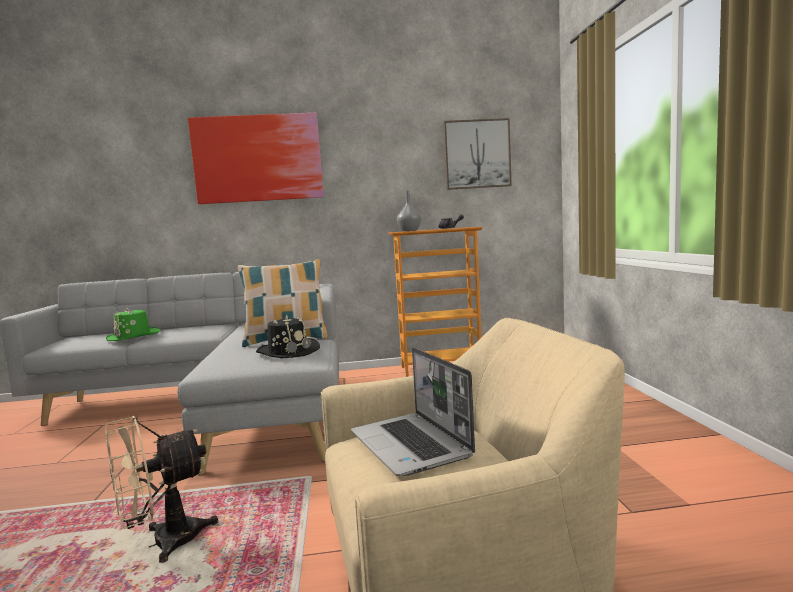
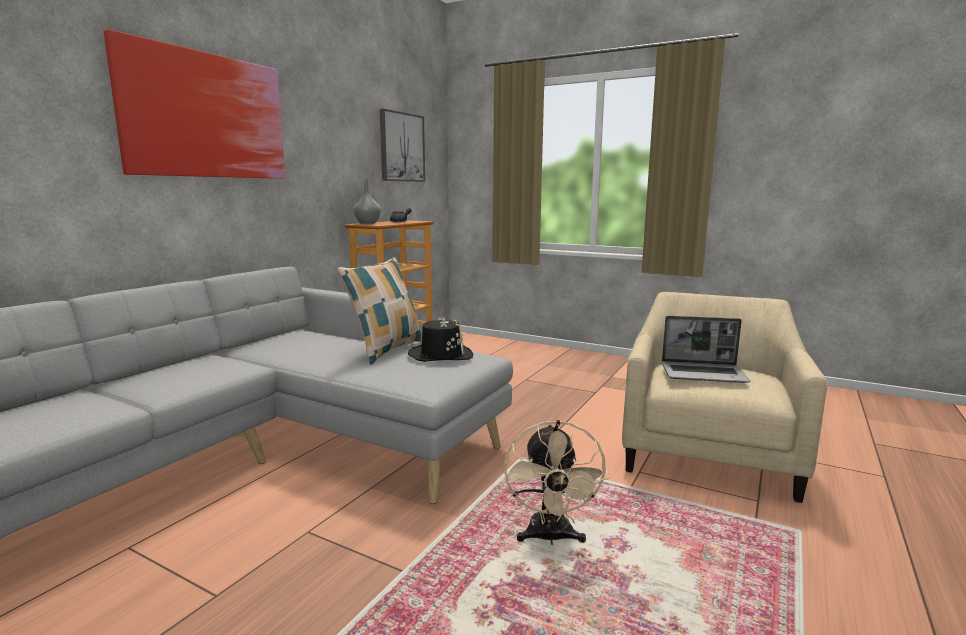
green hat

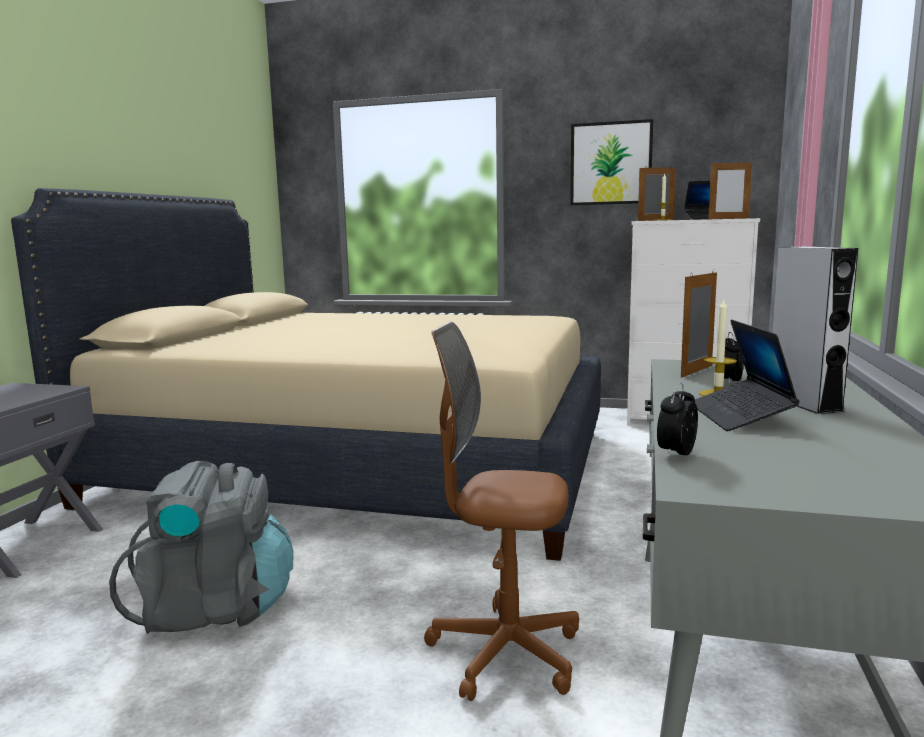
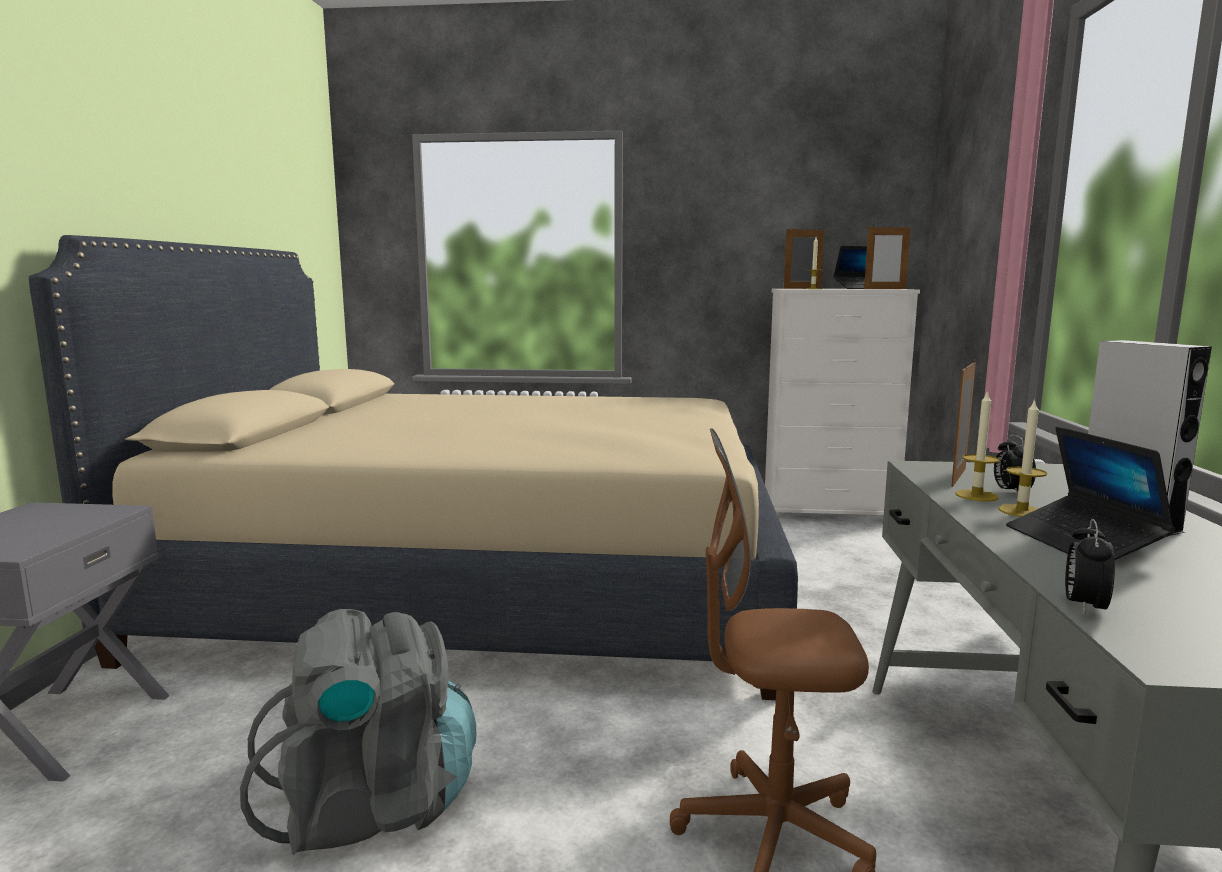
candle (no. 2 from left)
picture

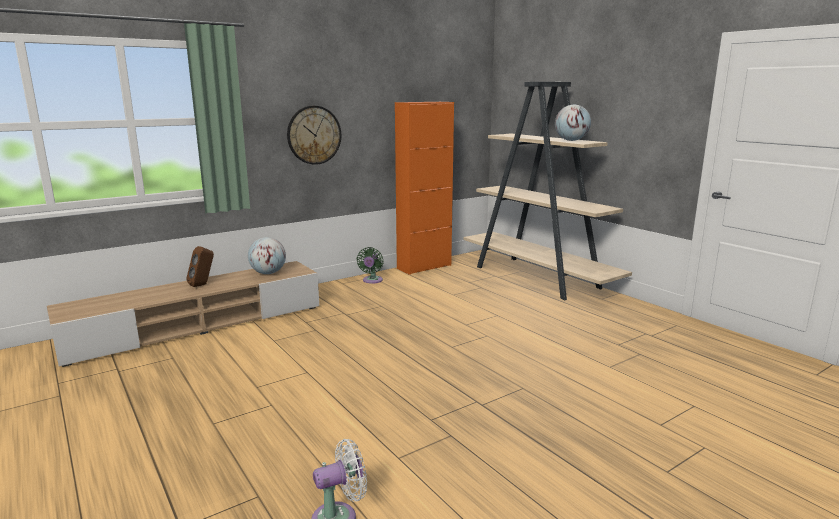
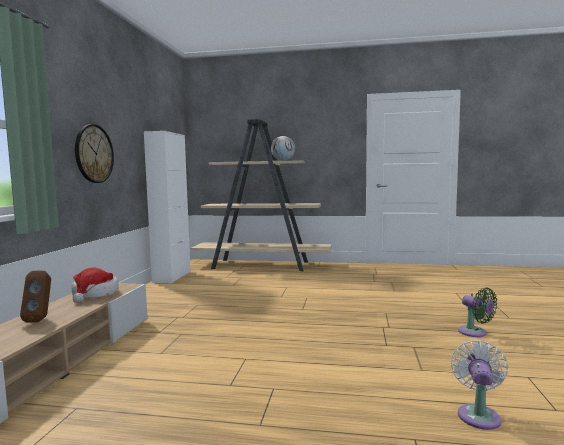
hat
white cabinet
green fan

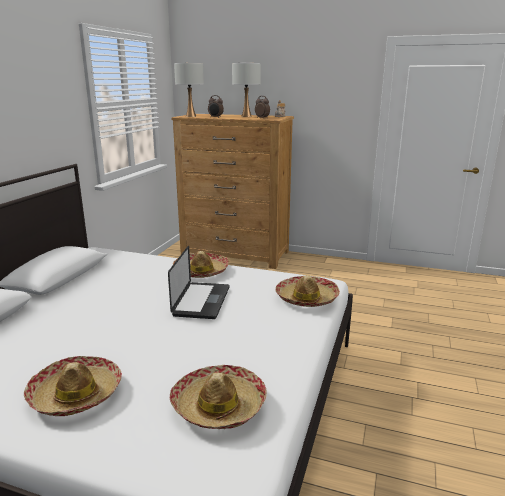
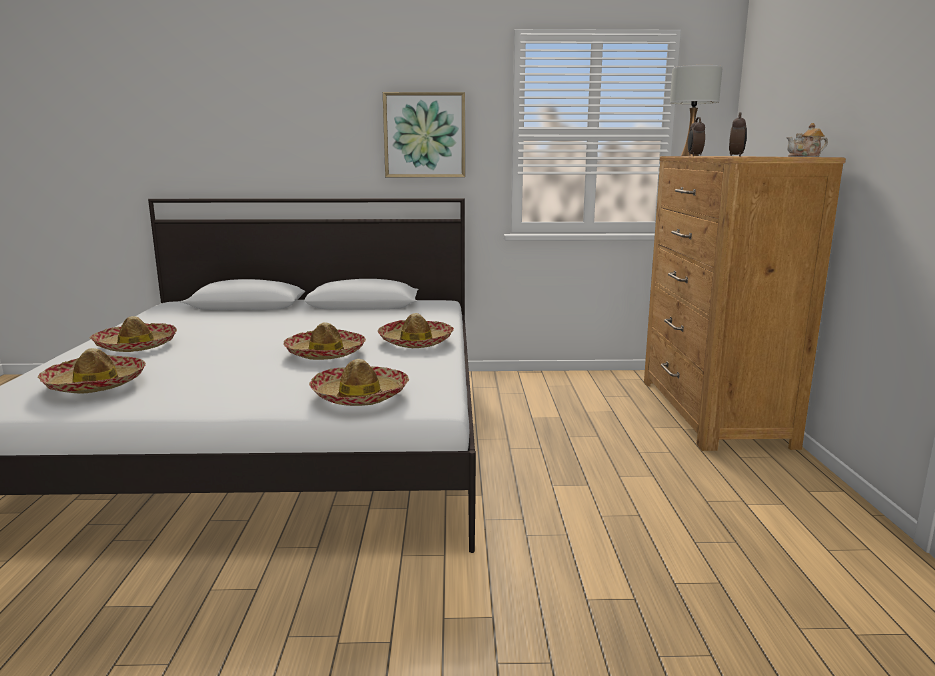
hat (no. 3 from left)
picture
white table lamp (no. 2 from left in the first image)

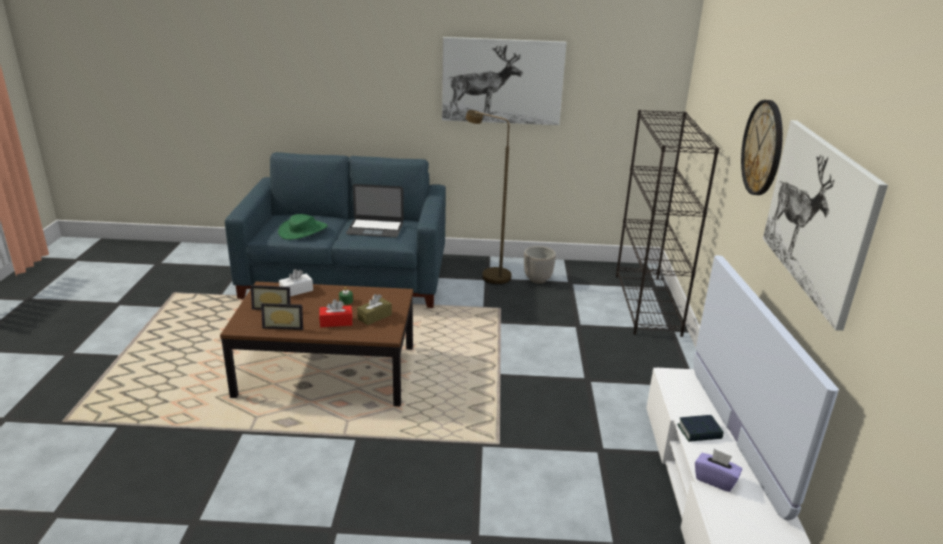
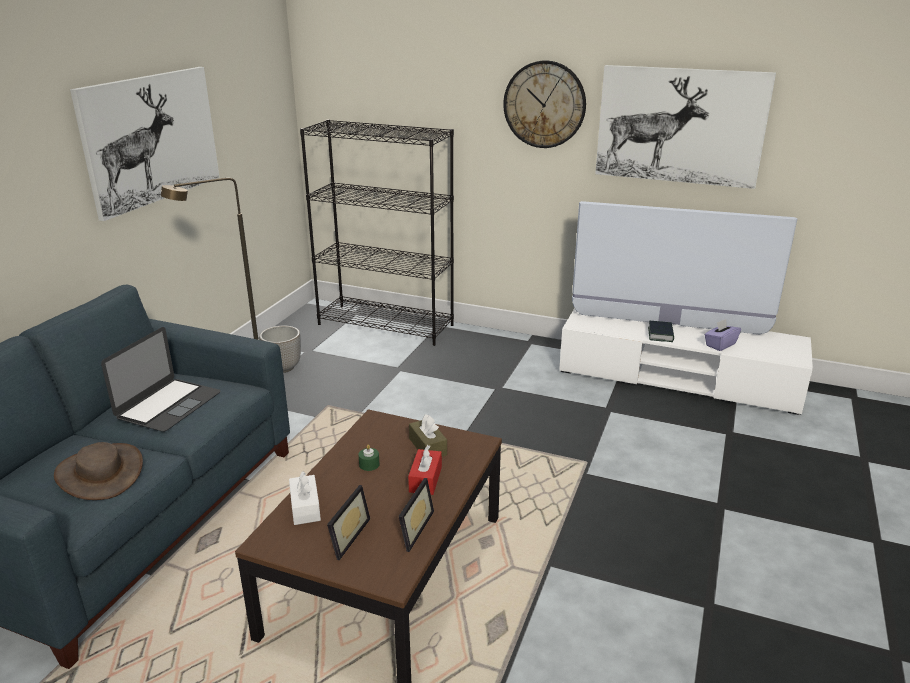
brown hat

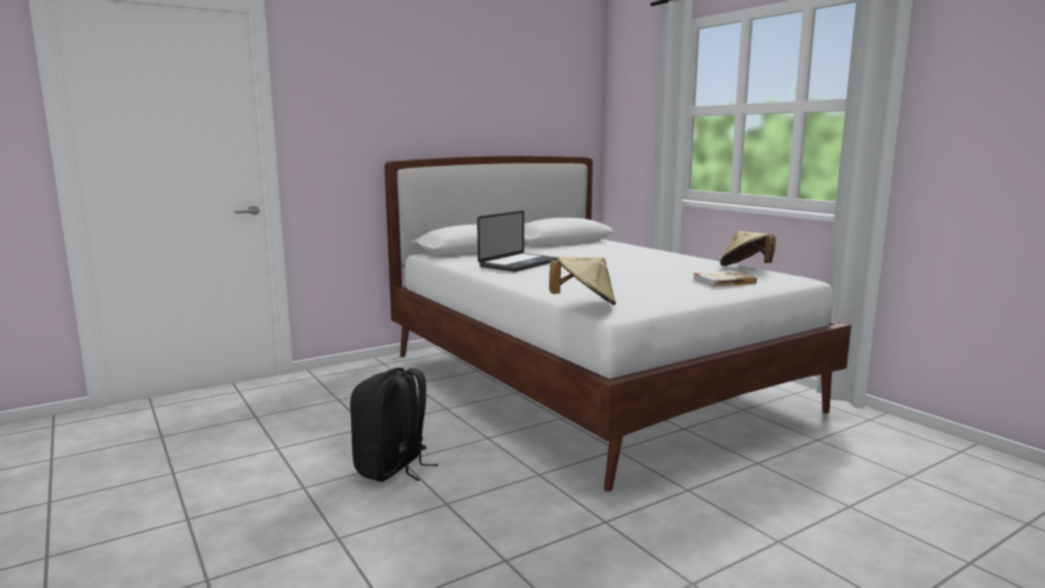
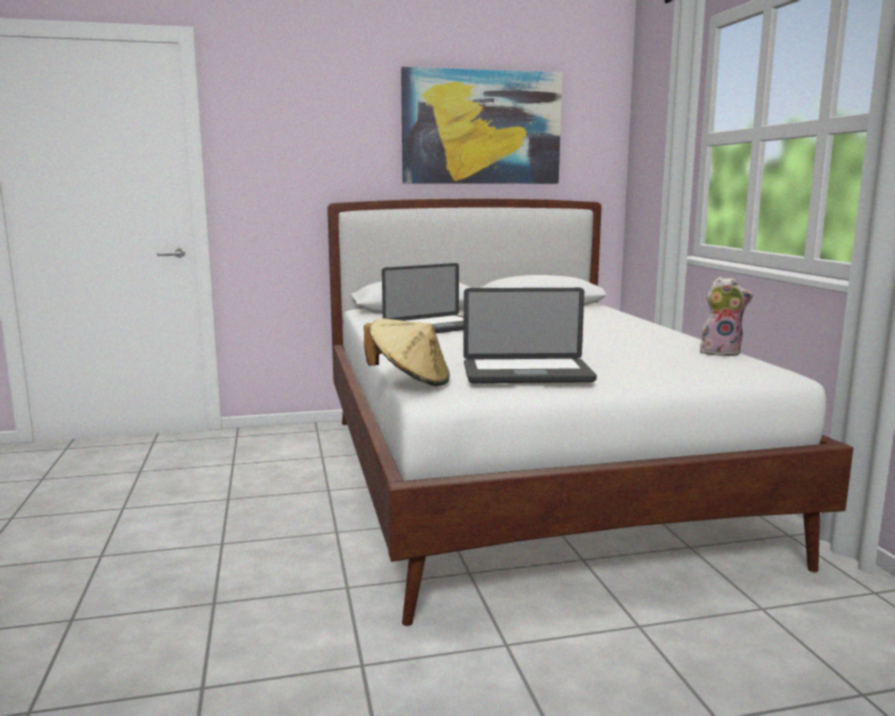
picture
laptop (no. 2 from left)
plush toy
black backpack
book

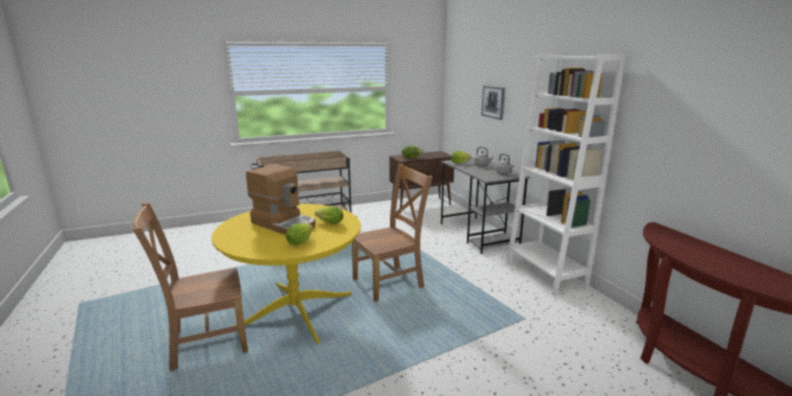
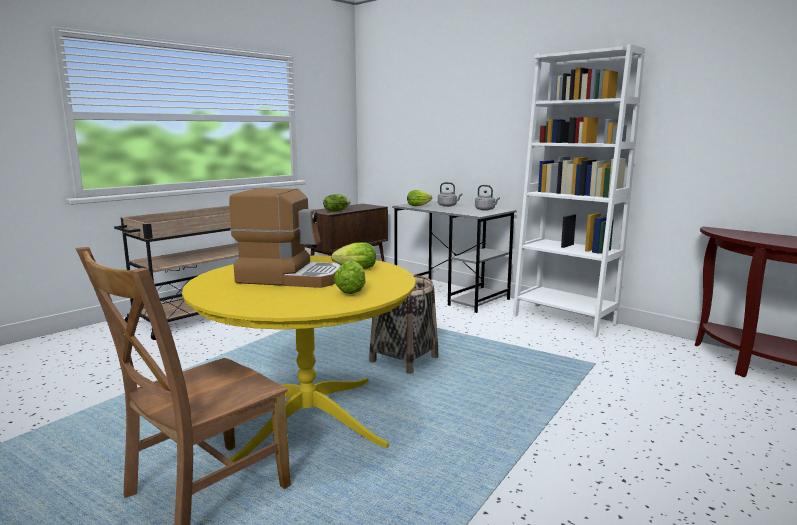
basket
picture

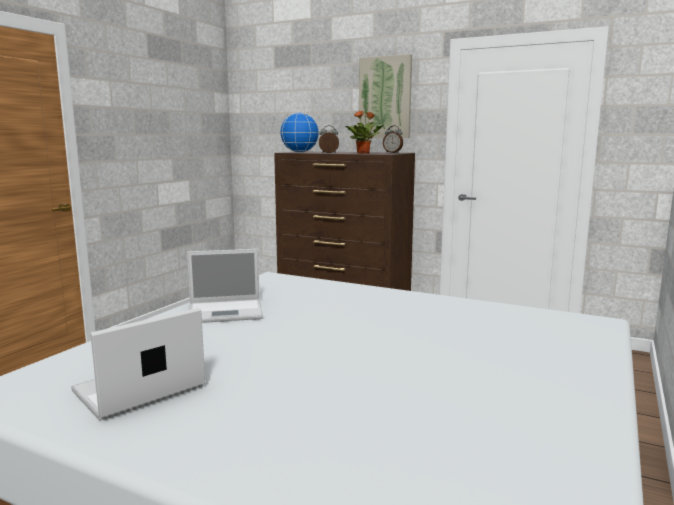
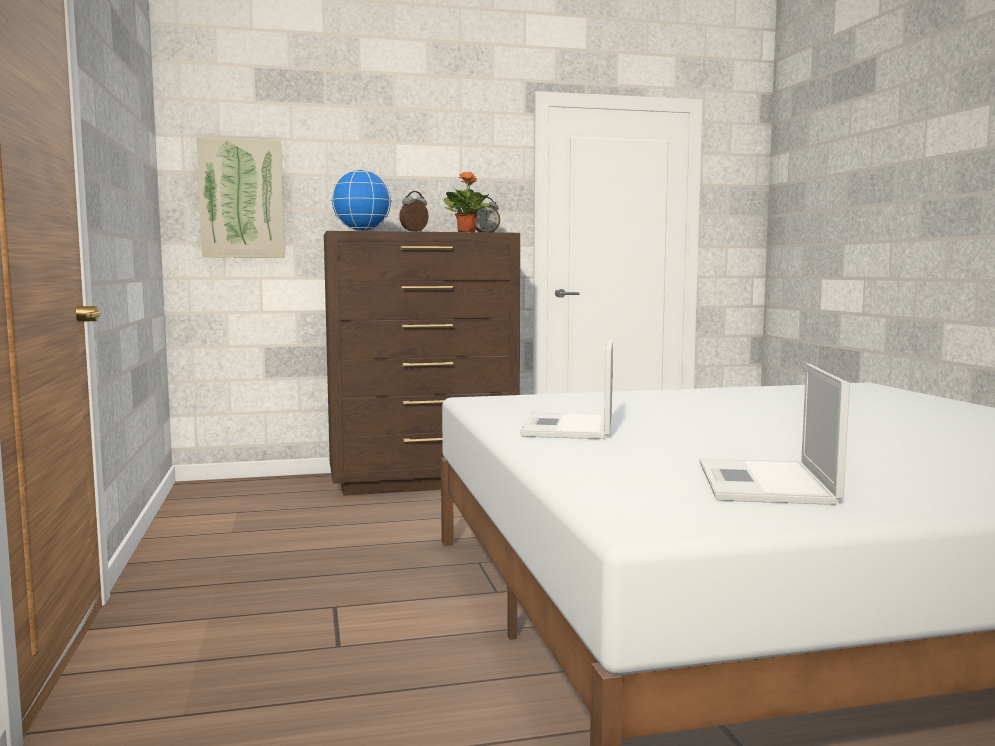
picture
laptop (no. 1 from left)

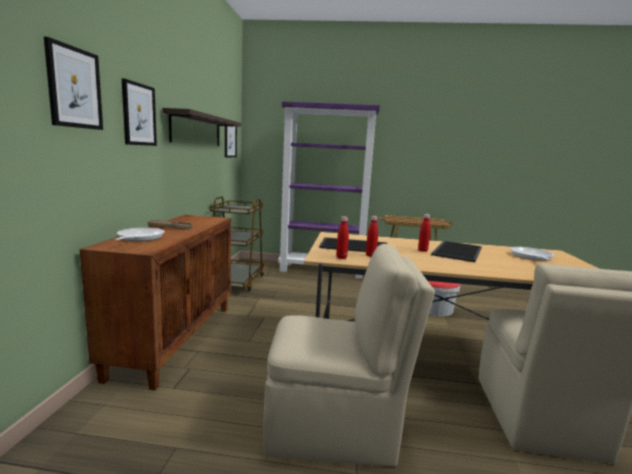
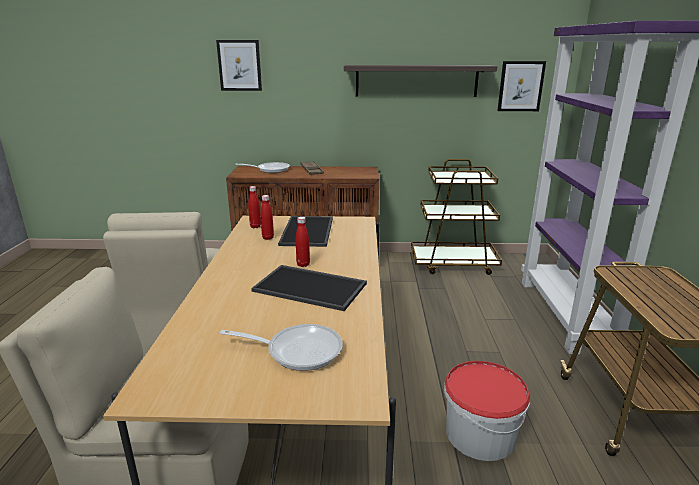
picture (no. 2 from left in the first image)

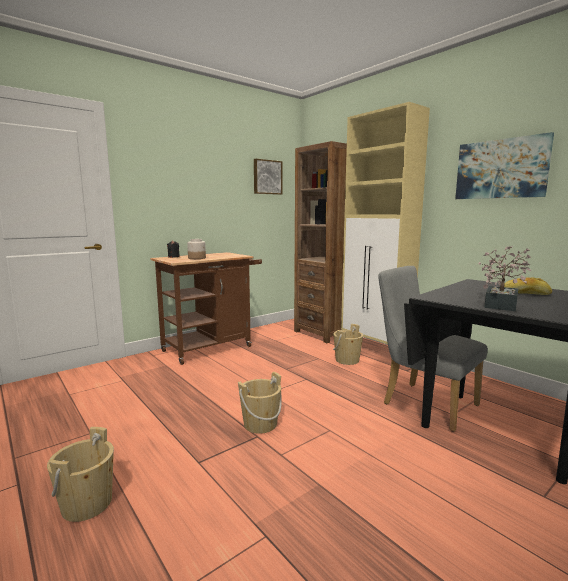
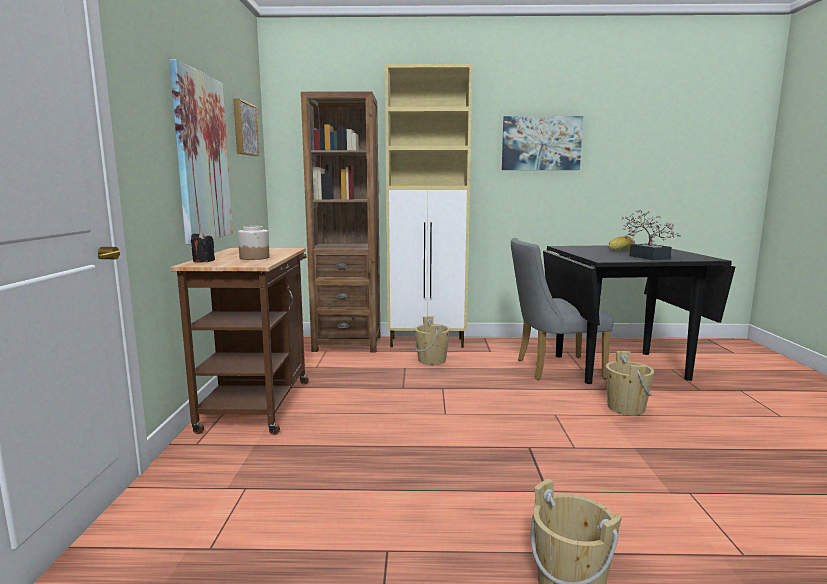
picture (no. 1 from left)
beige bucket (no. 3 from left)

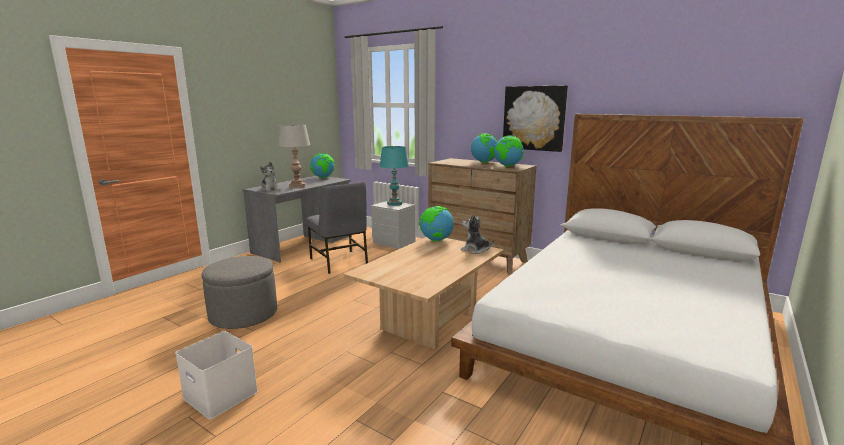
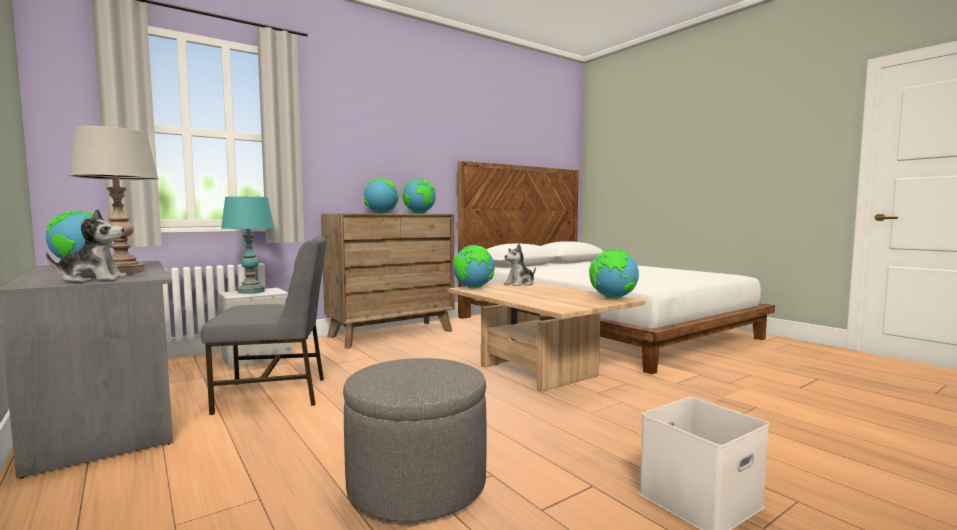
globe (no. 5 from left)
picture

